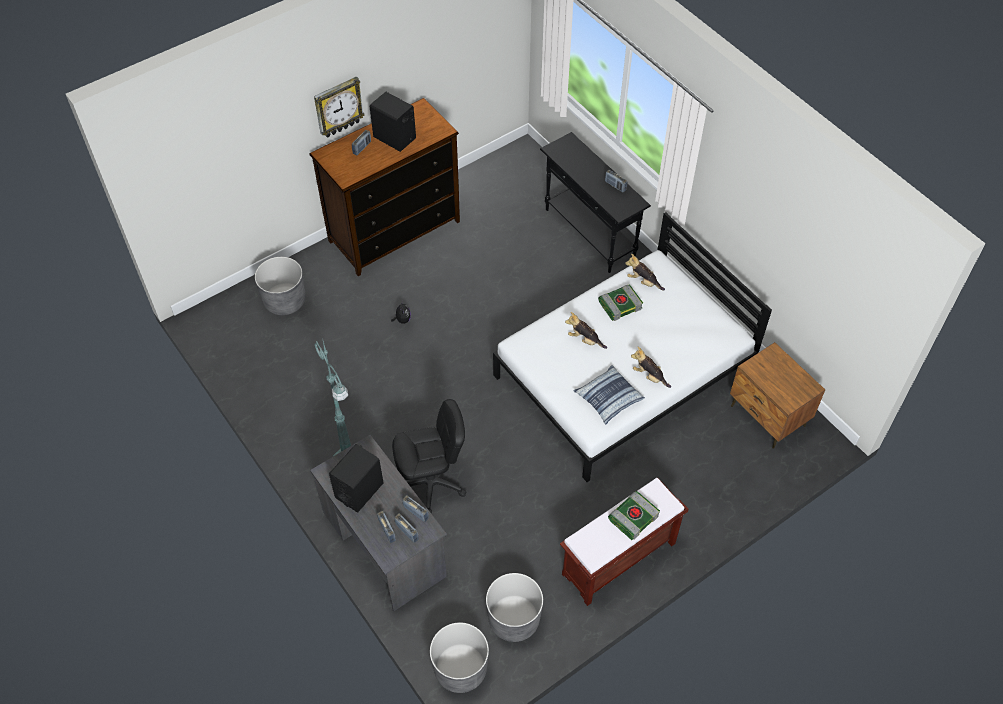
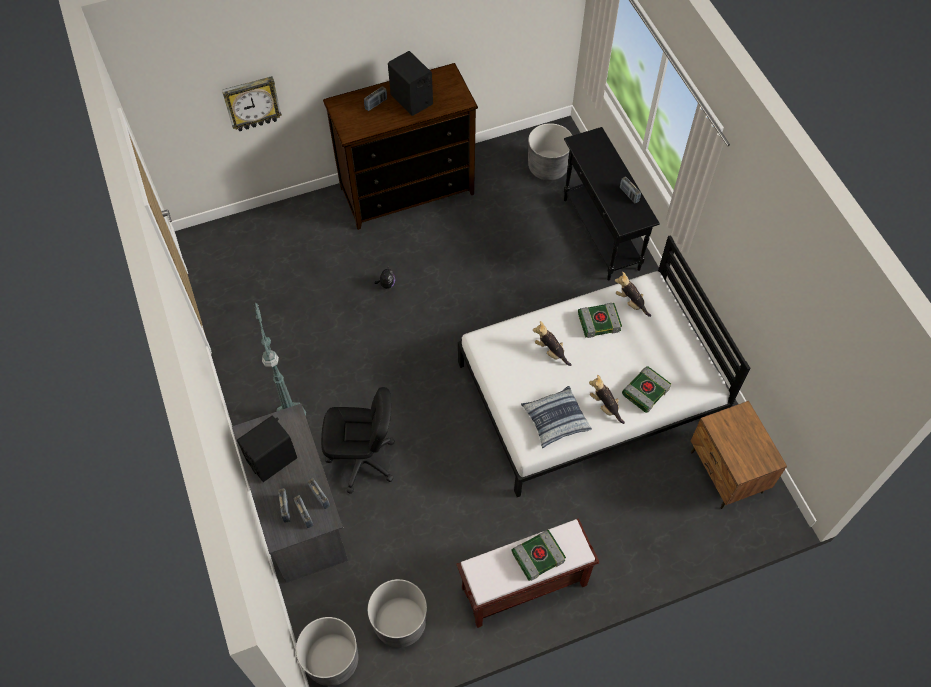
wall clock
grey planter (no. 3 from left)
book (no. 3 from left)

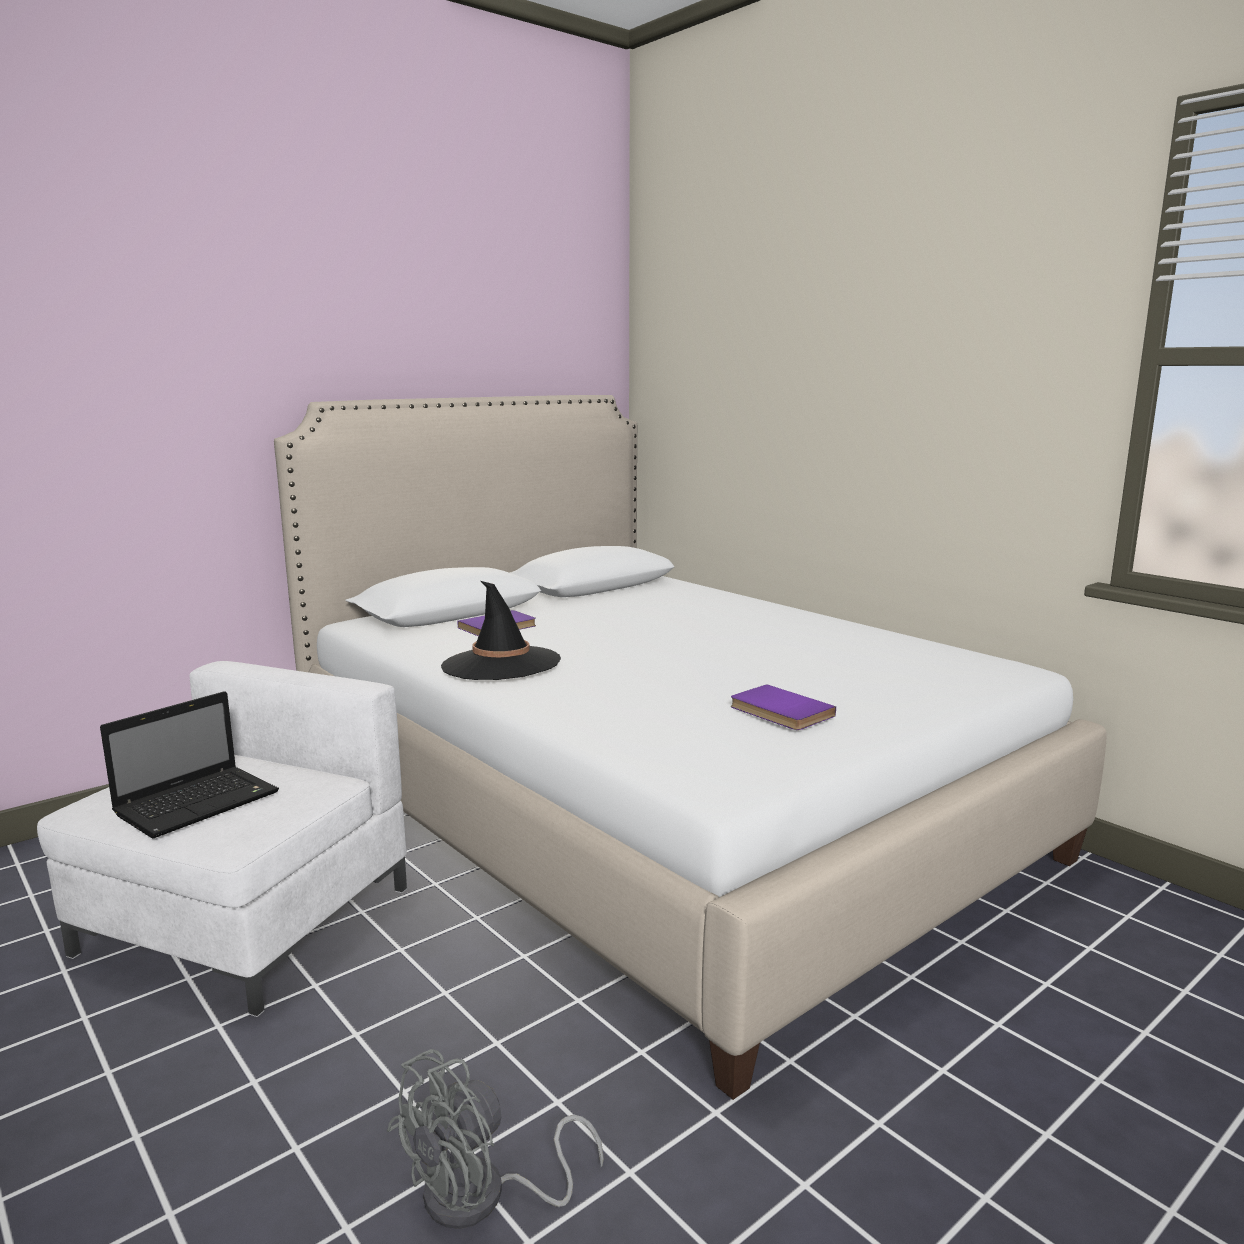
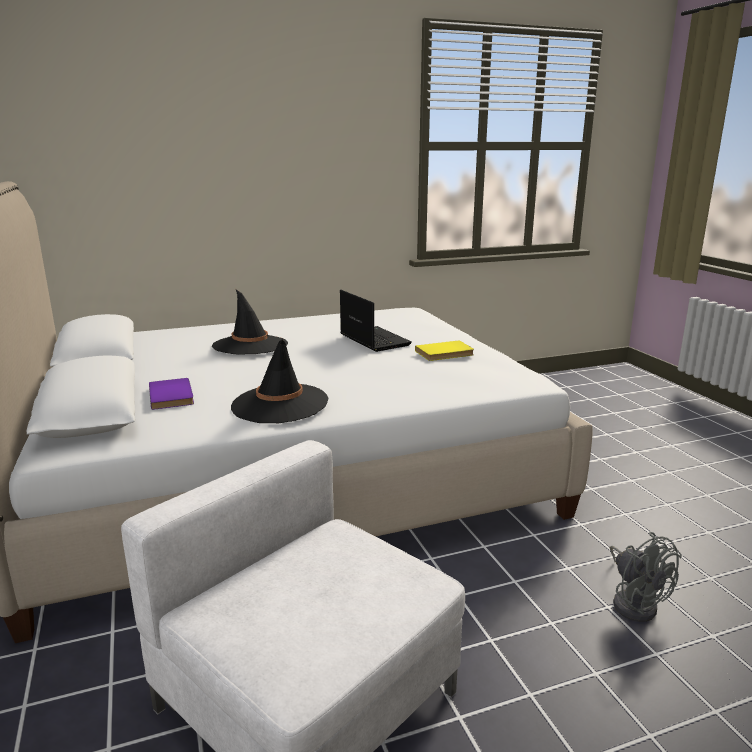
black hat (no. 1 from left)
laptop
yellow book

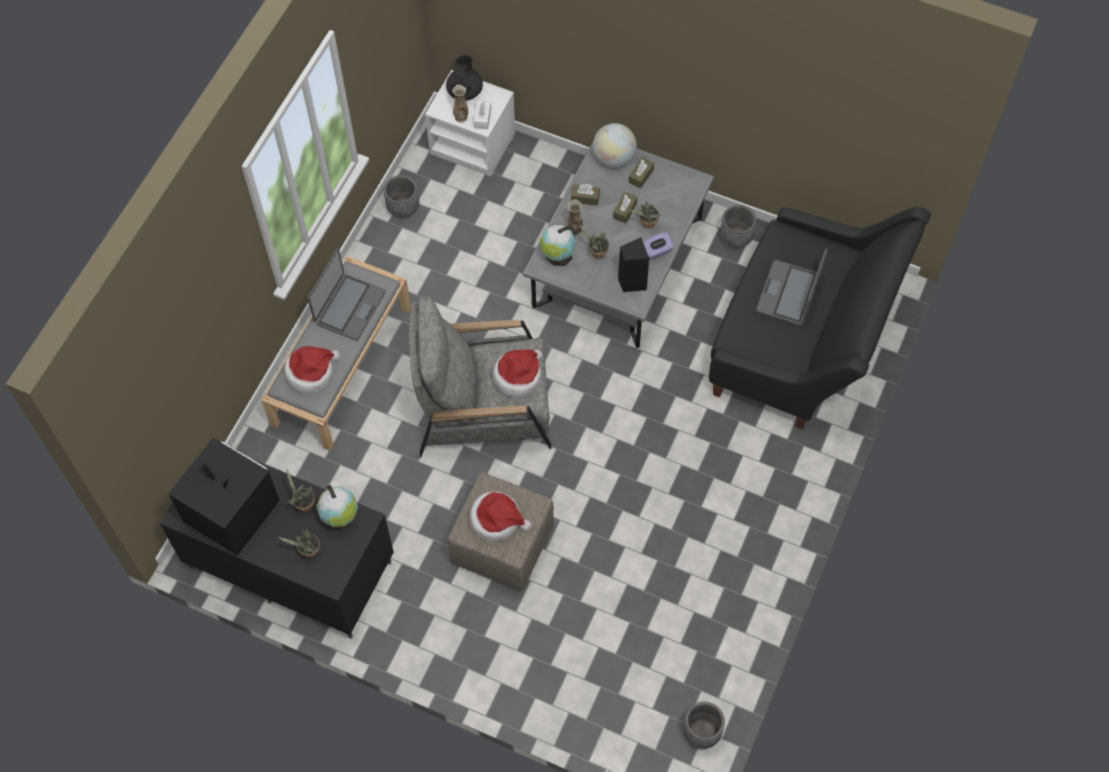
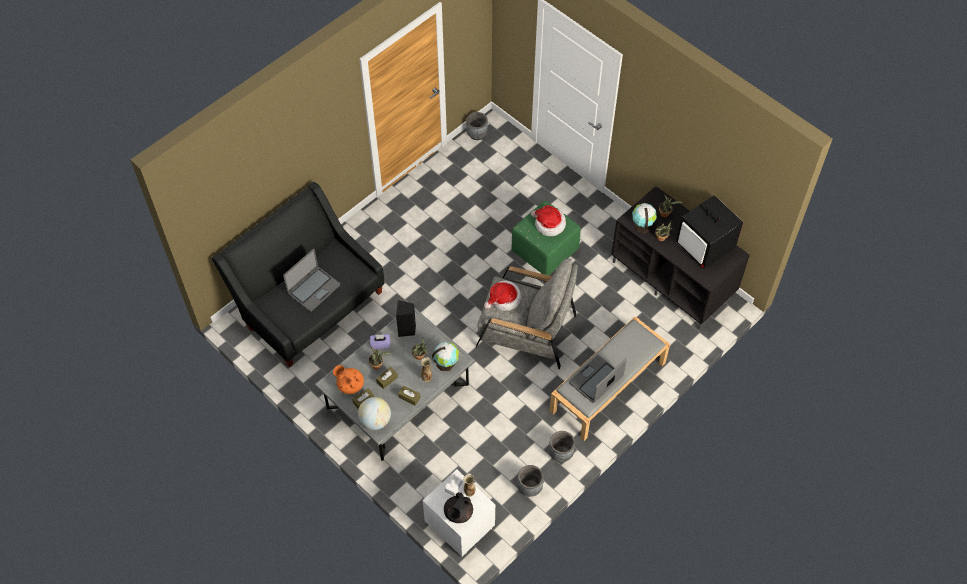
orange teapot
green ottoman
grey planter (no. 3 from left)
hat (no. 1 from left in the first image)

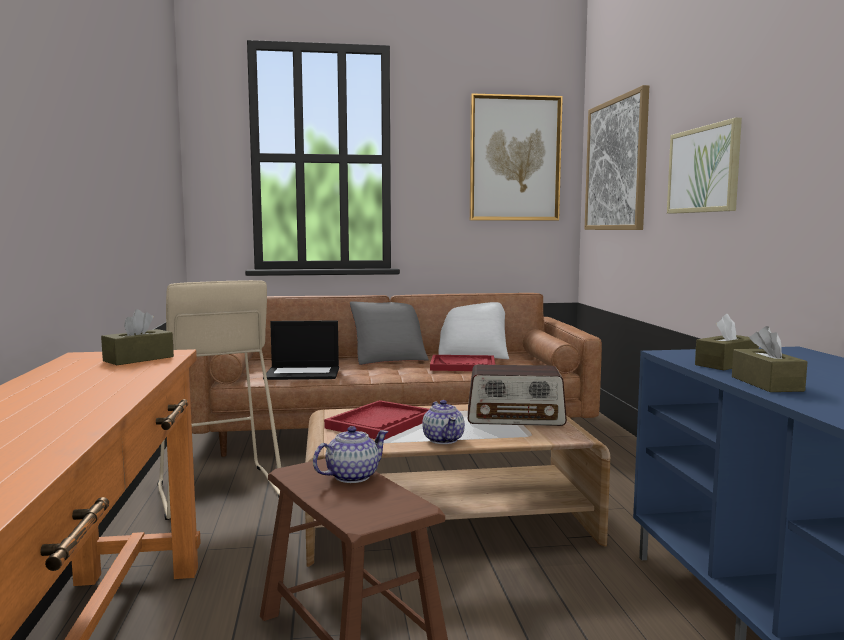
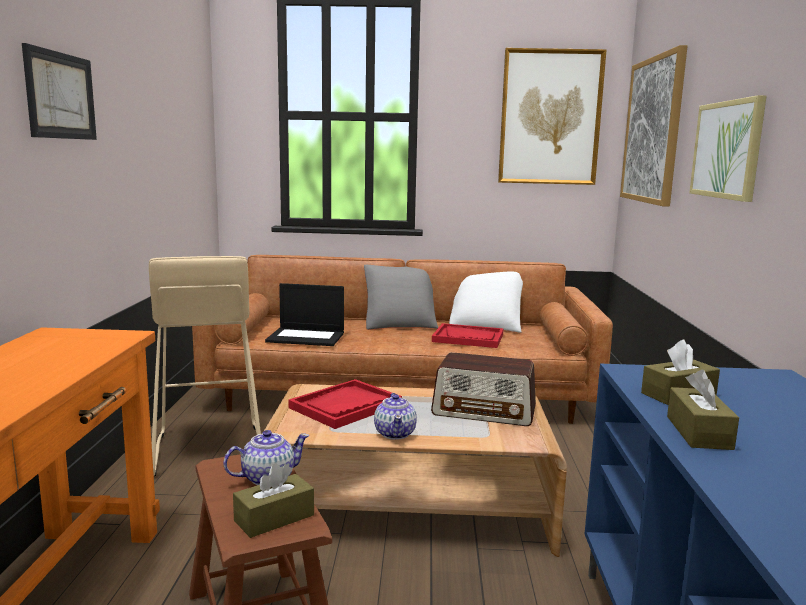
picture (no. 1 from left)
brown tissue box (no. 1 from left)

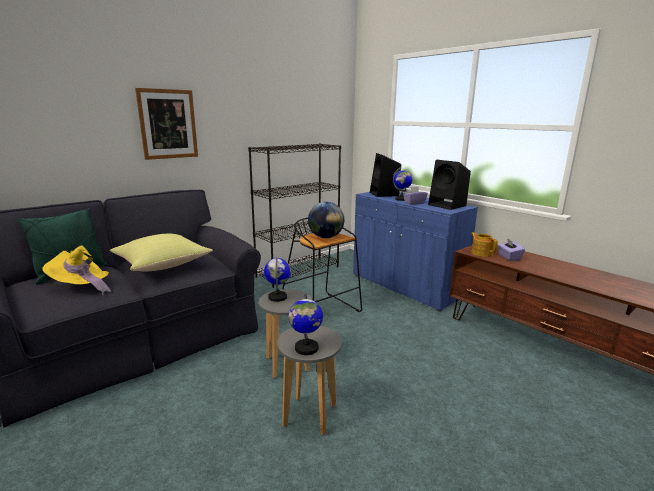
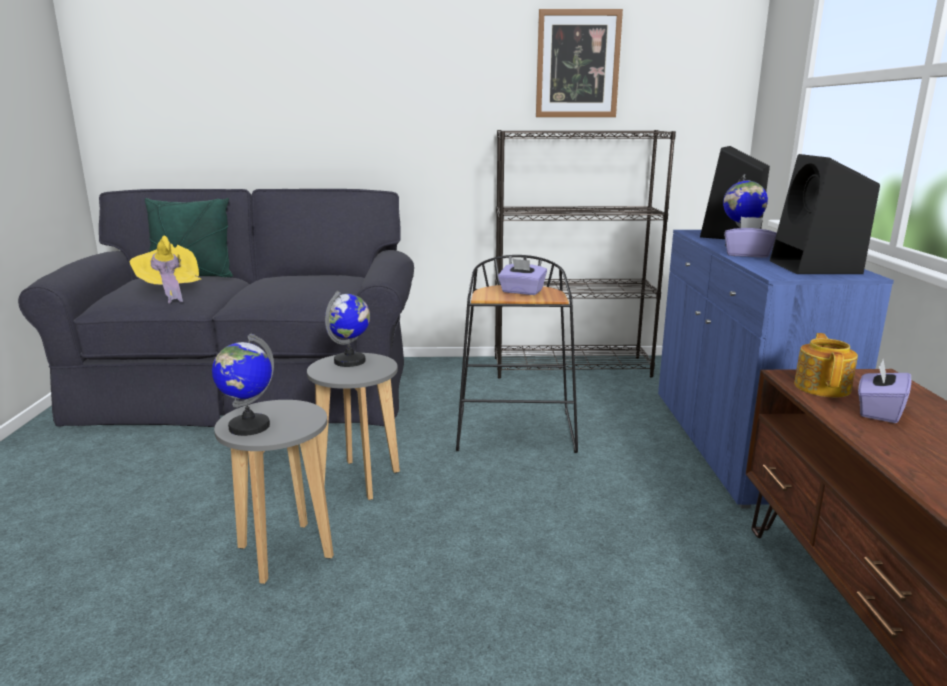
purple tissue box (no. 1 from left)
picture
yellow pillow

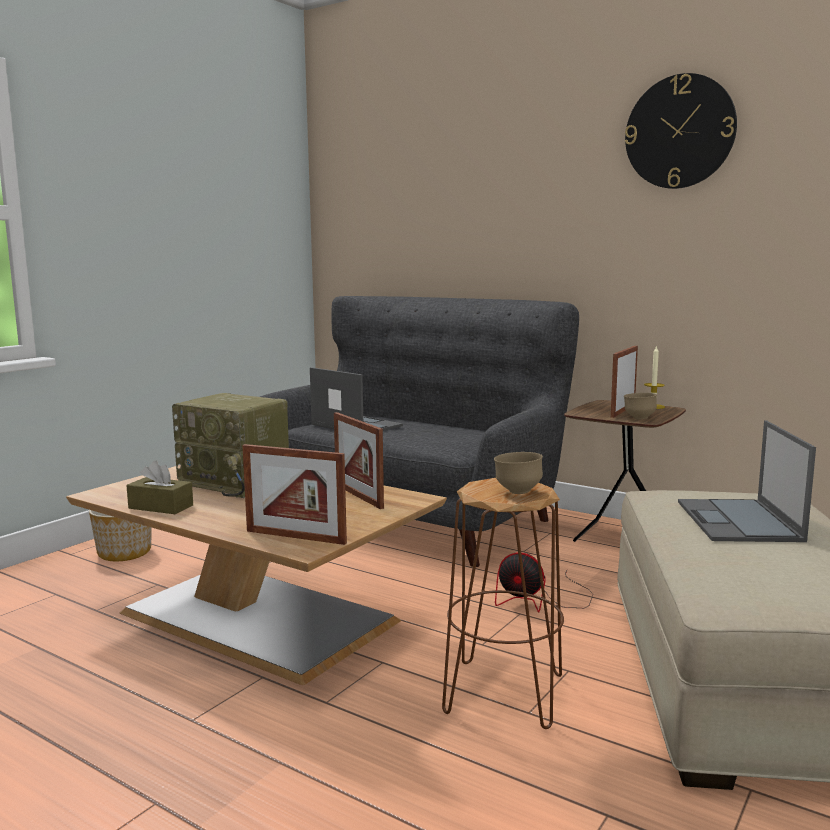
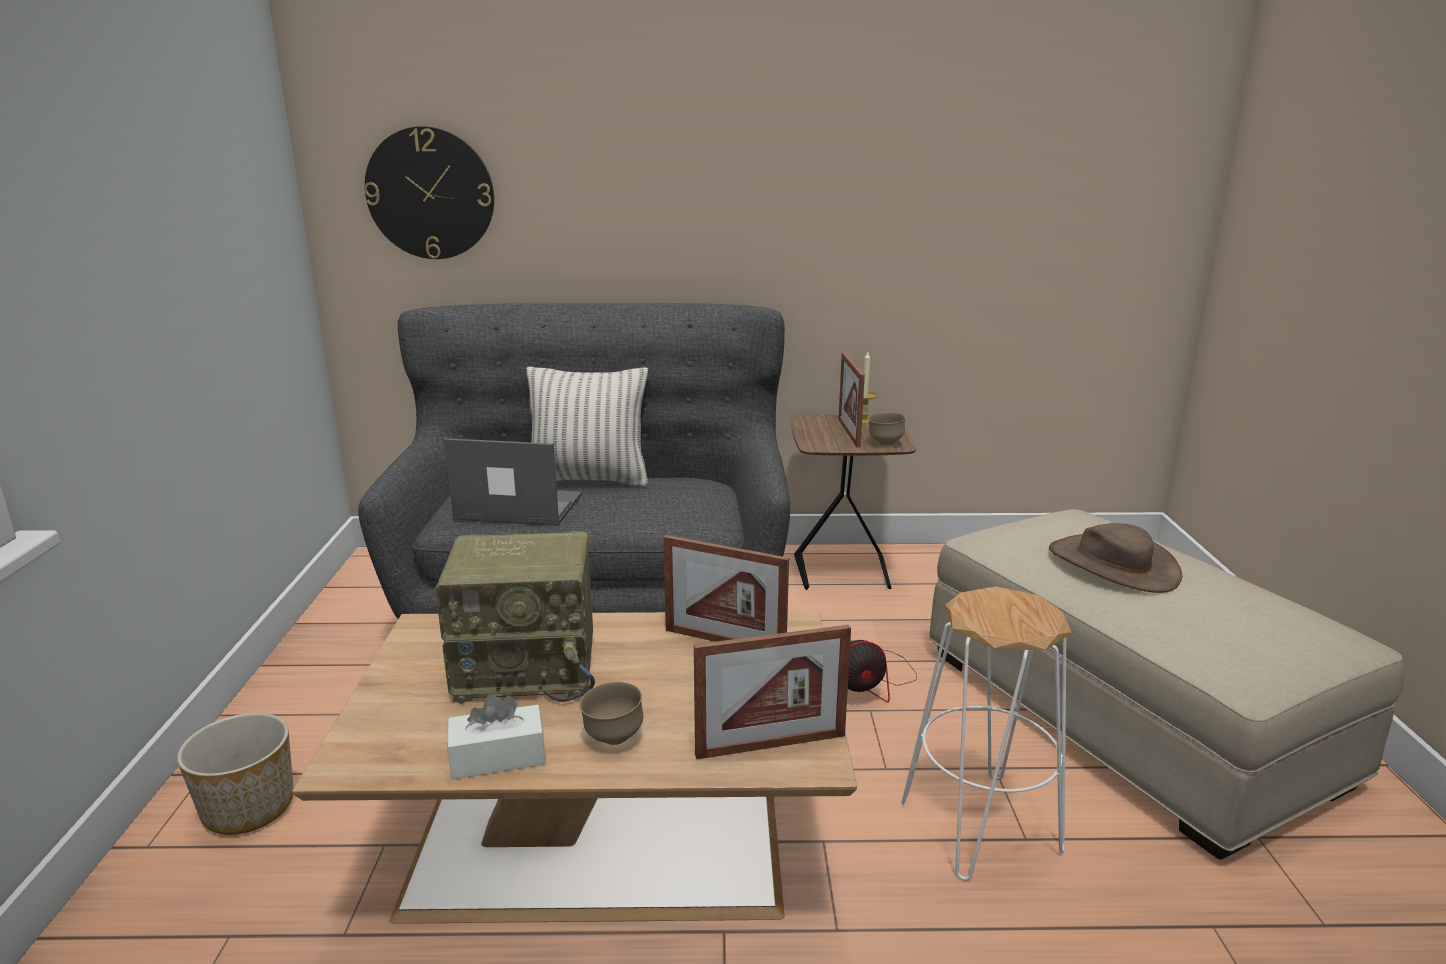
wall clock
white tissue box
pillow
brown bowl (no. 1 from left)
white stool
brown hat

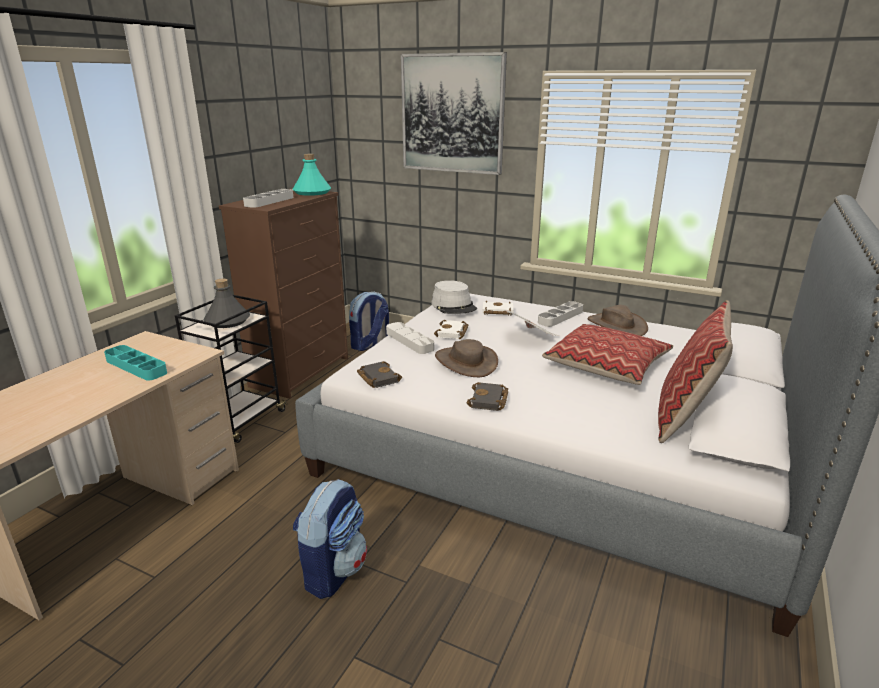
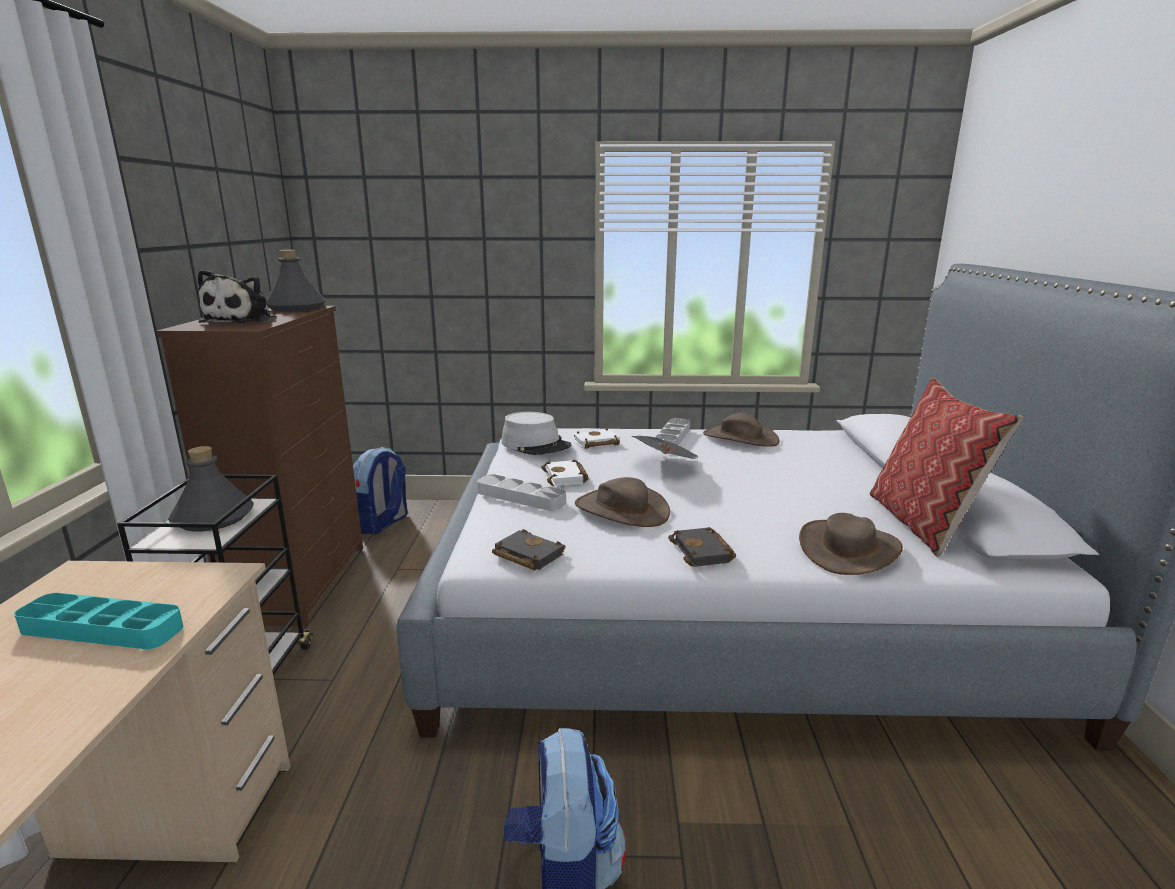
plush toy
grey bottle (no. 2 from left)
brown hat (no. 3 from left)
picture
pillow (no. 1 from left in the first image)

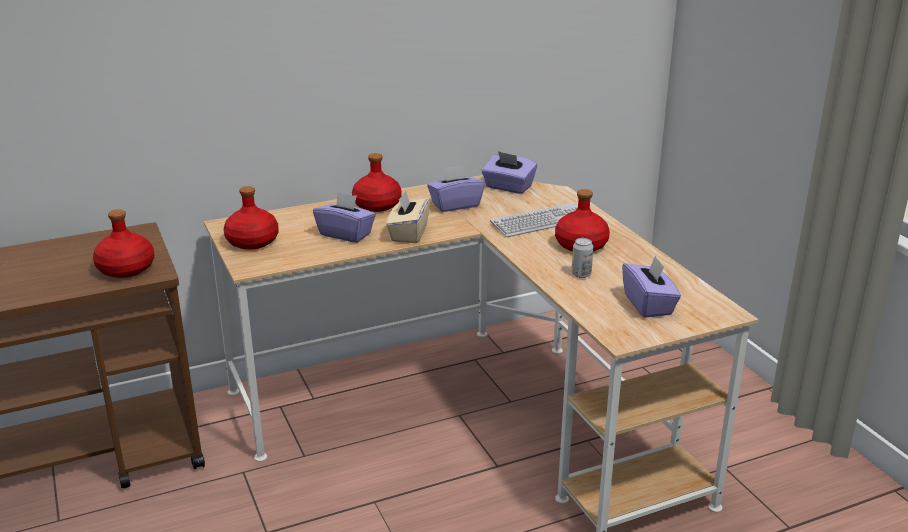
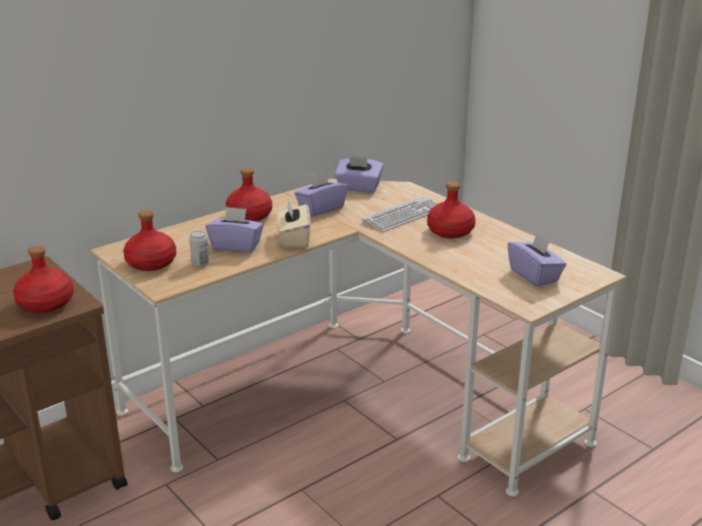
can

